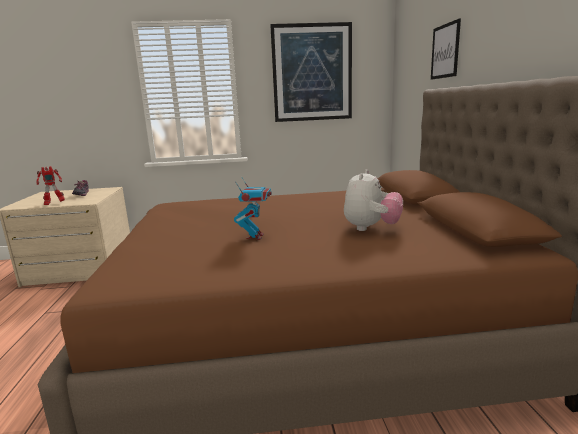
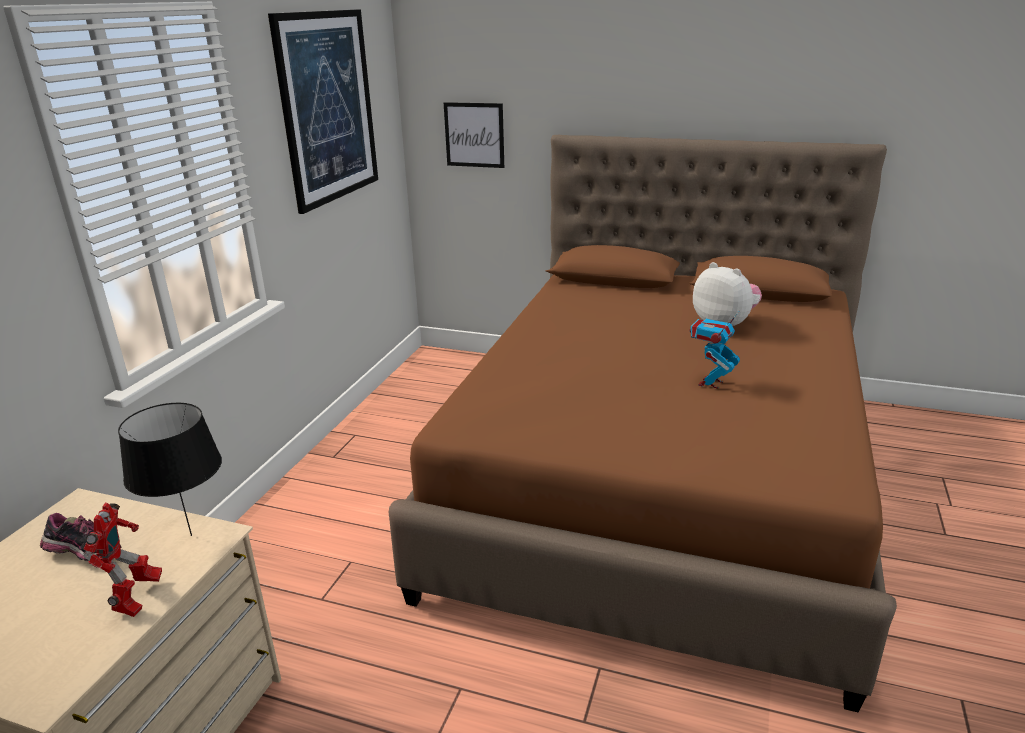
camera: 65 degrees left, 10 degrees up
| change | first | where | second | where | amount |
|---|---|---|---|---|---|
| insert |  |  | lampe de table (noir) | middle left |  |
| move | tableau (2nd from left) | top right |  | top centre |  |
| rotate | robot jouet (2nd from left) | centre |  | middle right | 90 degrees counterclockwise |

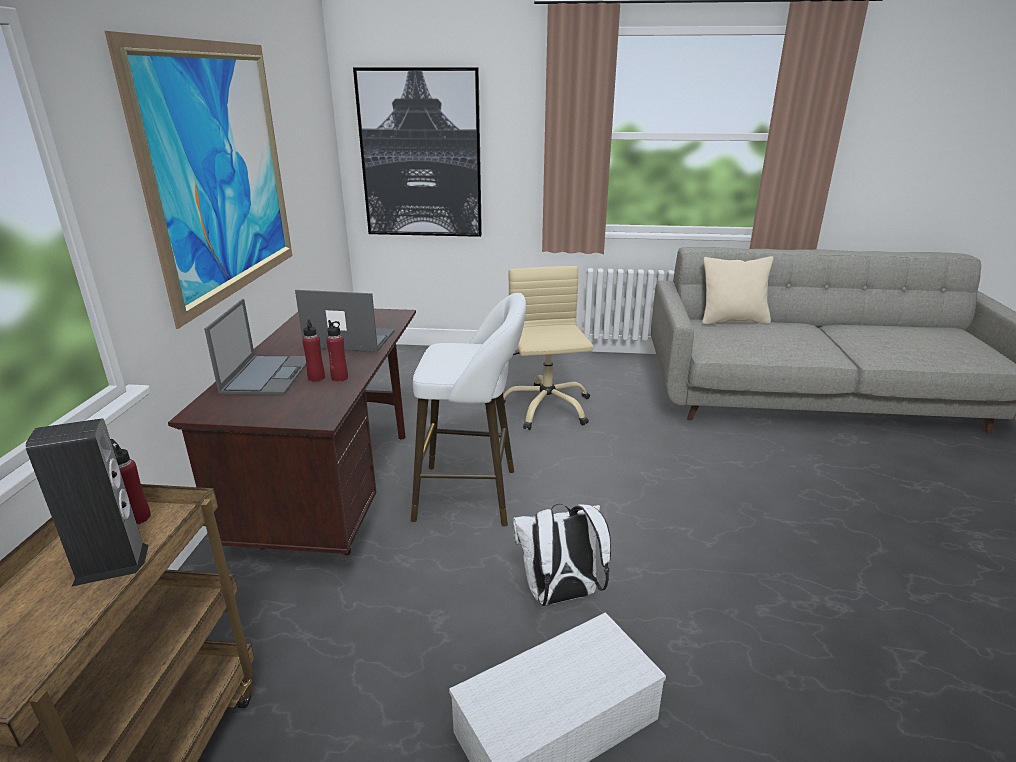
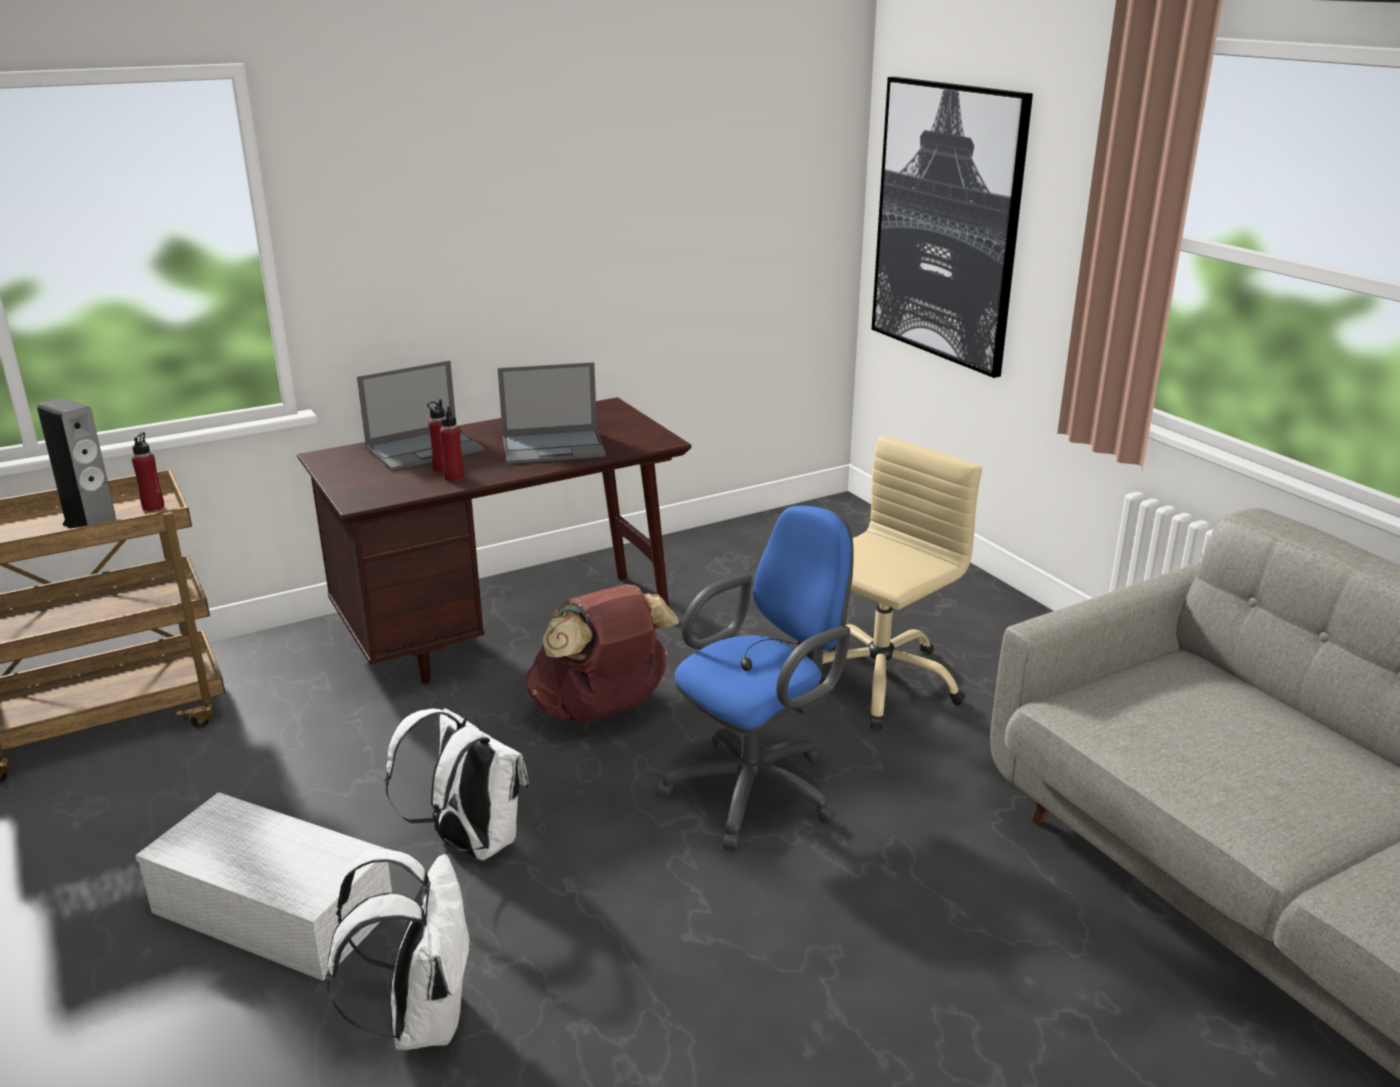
camera: 55 degrees right, 0 degrees up
| change | first | where | second | where | amount |
|---|---|---|---|---|---|
| delete | tableau (1st from left) | top left |  |  |  |
| delete | coussin (beige) | middle right |  |  |  |
| insert |  |  | sac à dos (blanc) (1st from left) | bottom left |  |
| insert |  |  | chaise de bureau (bleu) | centre |  |
| replace | tabouret (blanc) | centre | sac à dos (marron) | centre |  |
| rotate | ordinateur portable (2nd from left) | centre |  | centre | 105 degrees clockwise |

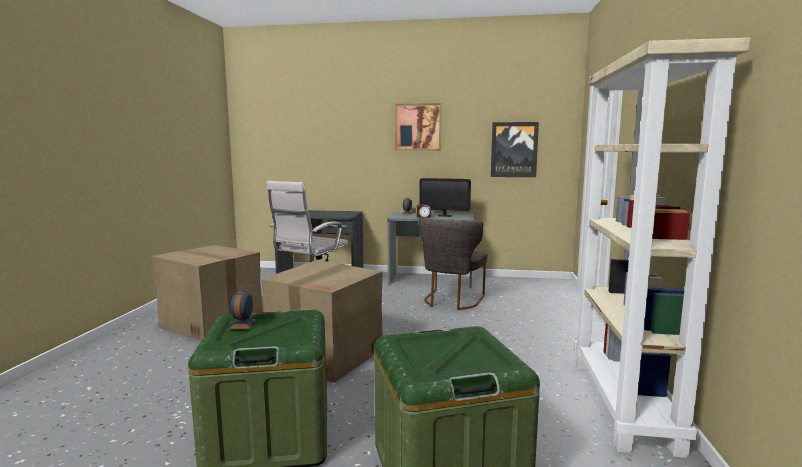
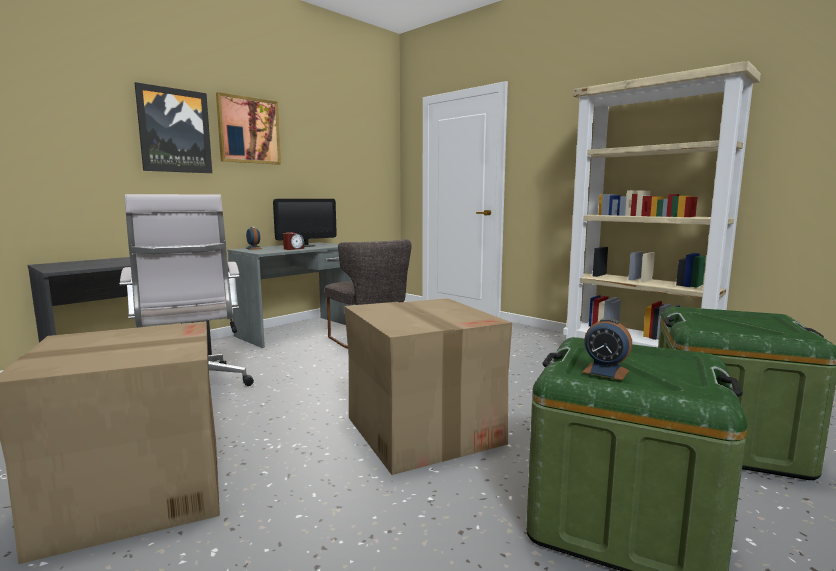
camera: 55 degrees left, 0 degrees up
| change | first | where | second | where | amount |
|---|---|---|---|---|---|
| move | tableau (2nd from left in the first image) | top centre | tableau (1st from left) | top left |  |

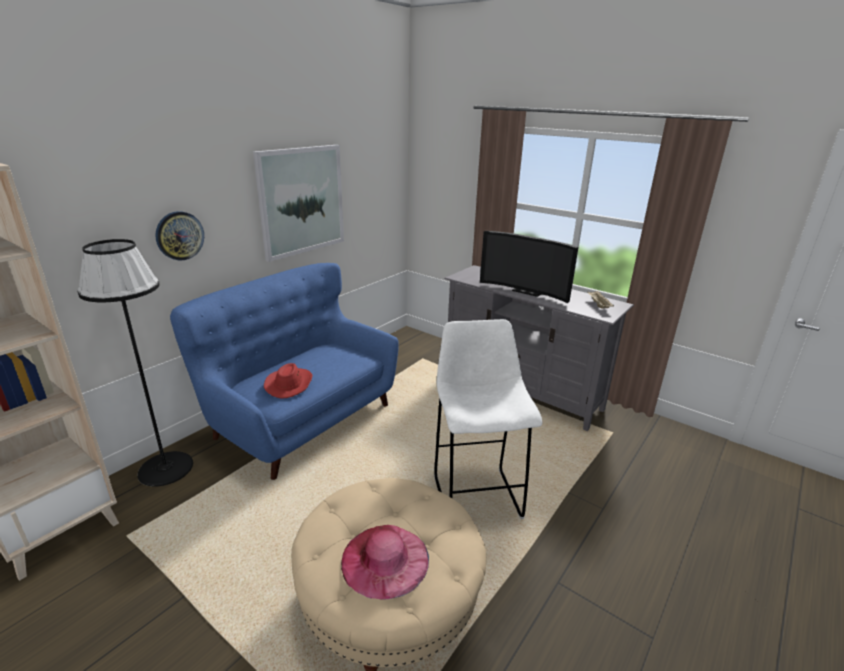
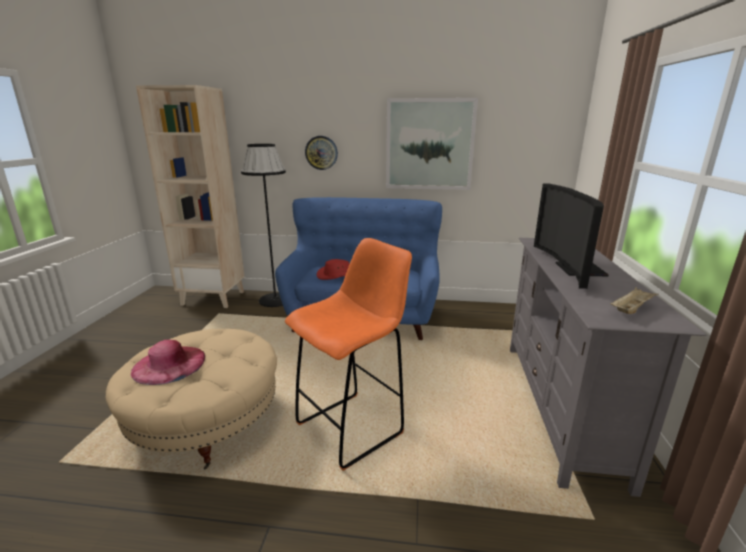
camera: 60 degrees right, 5 degrees down
| change | first | where | second | where | amount |
|---|---|---|---|---|---|
| recolor | tabouret (blanc) | centre | tabouret (orange) | centre |  |

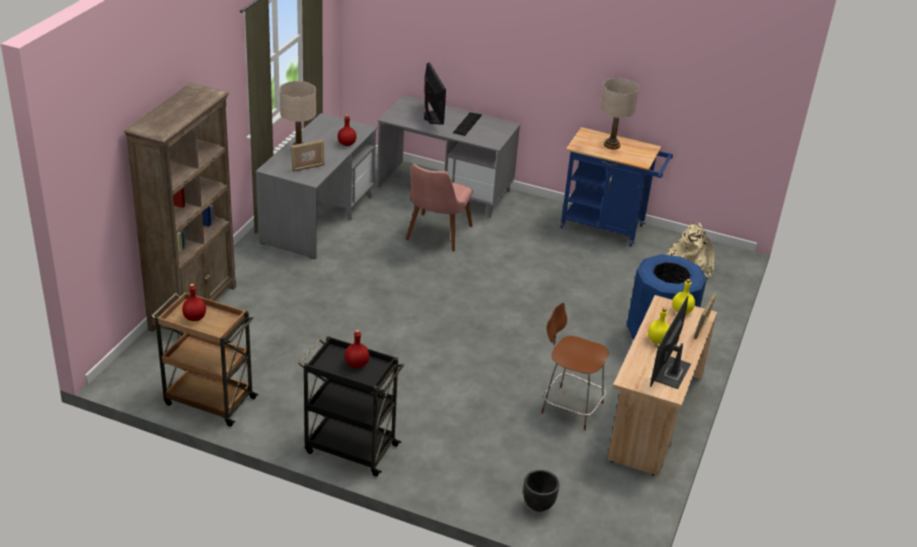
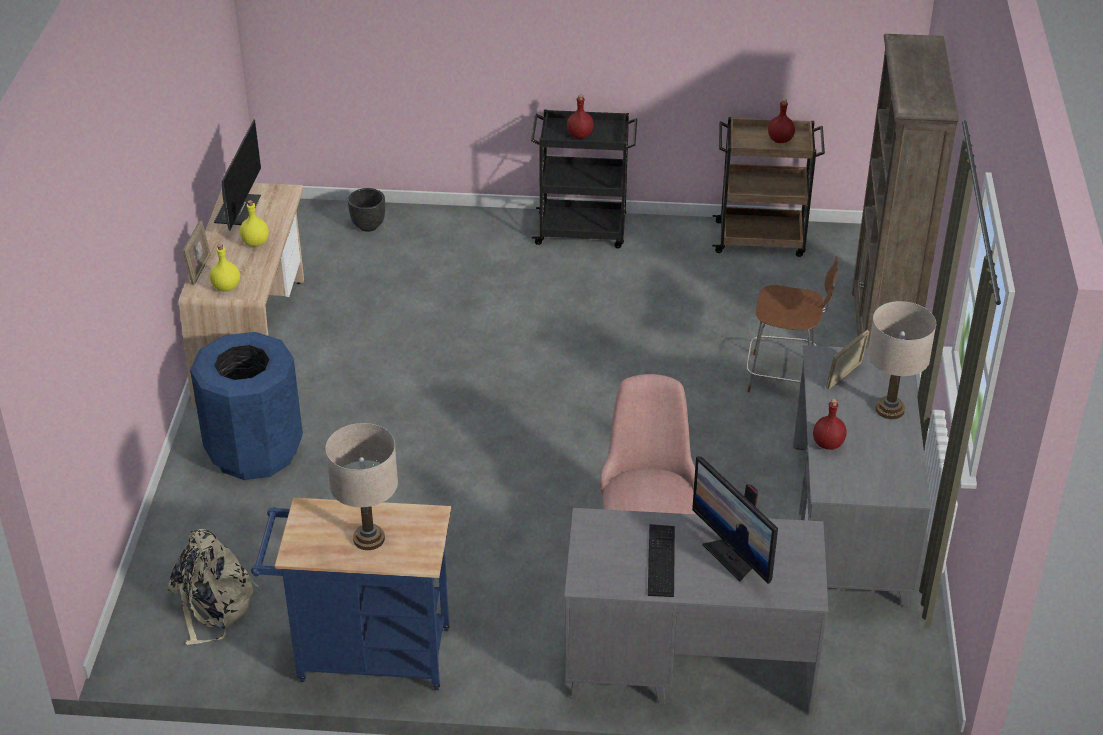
camera: 165 degrees right, 5 degrees up
| change | first | where | second | where | amount |
|---|---|---|---|---|---|
| move | tabouret (marron) | bottom centre |  | middle right |  |

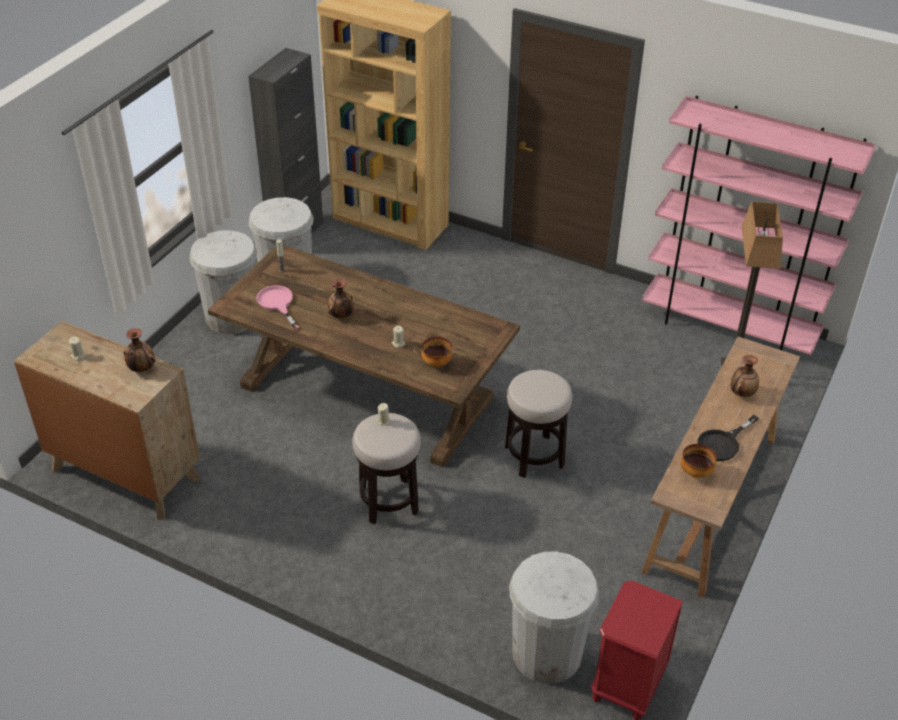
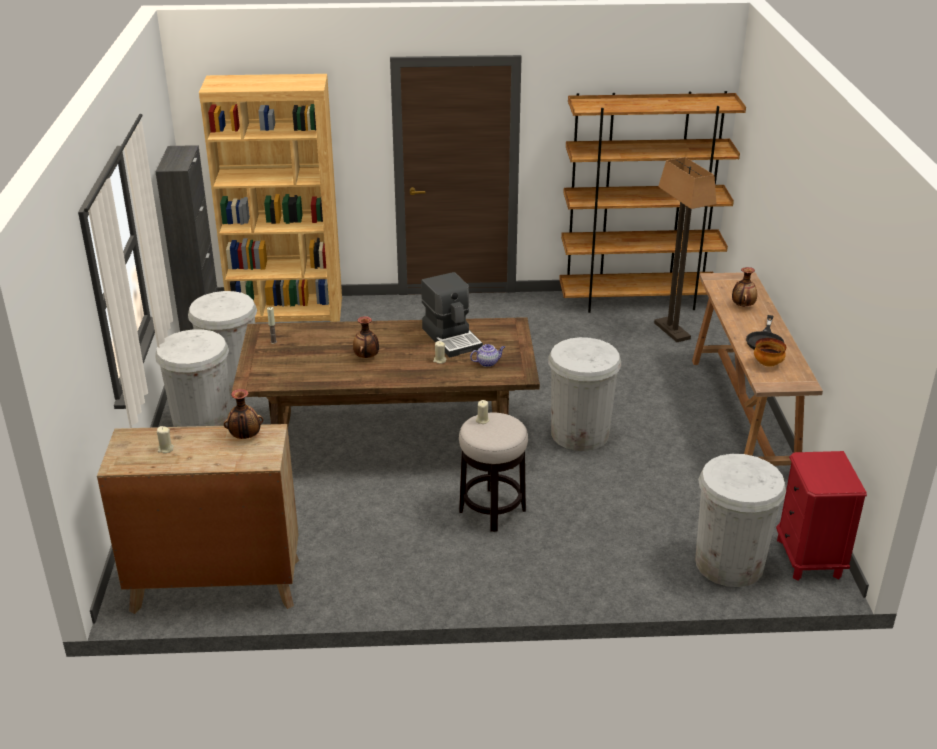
camera: 30 degrees left, 10 degrees down
| change | first | where | second | where | amount |
|---|---|---|---|---|---|
| delete | poêle (rose) | middle left |  |  |  |
| insert |  |  | machine à café | centre |  |
| replace | bol (1st from left) | centre | théière | centre |  |
| replace | tabouret (2nd from left) | centre | poubelle (blanc) (3rd from left) | centre |  |
| recolor | bibliothèque (rose) | top right | bibliothèque (marron) (2nd from left) | top right |  |

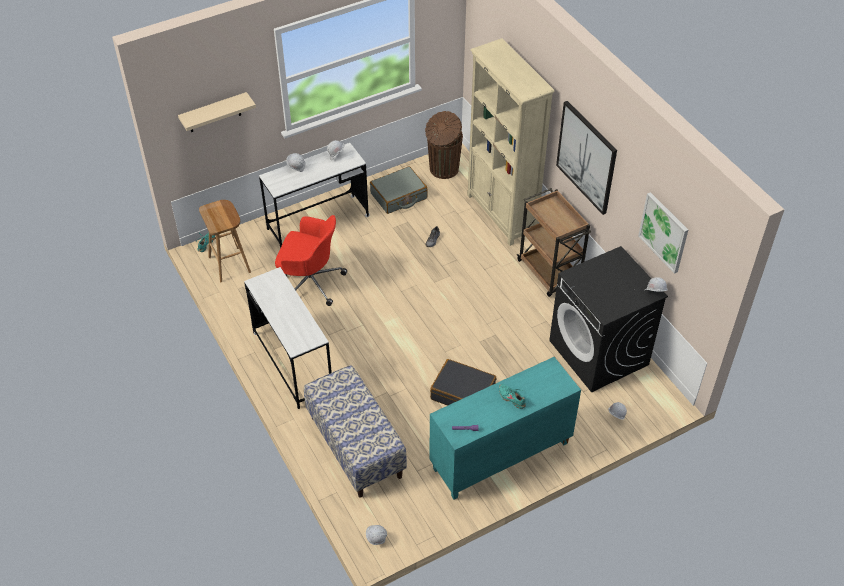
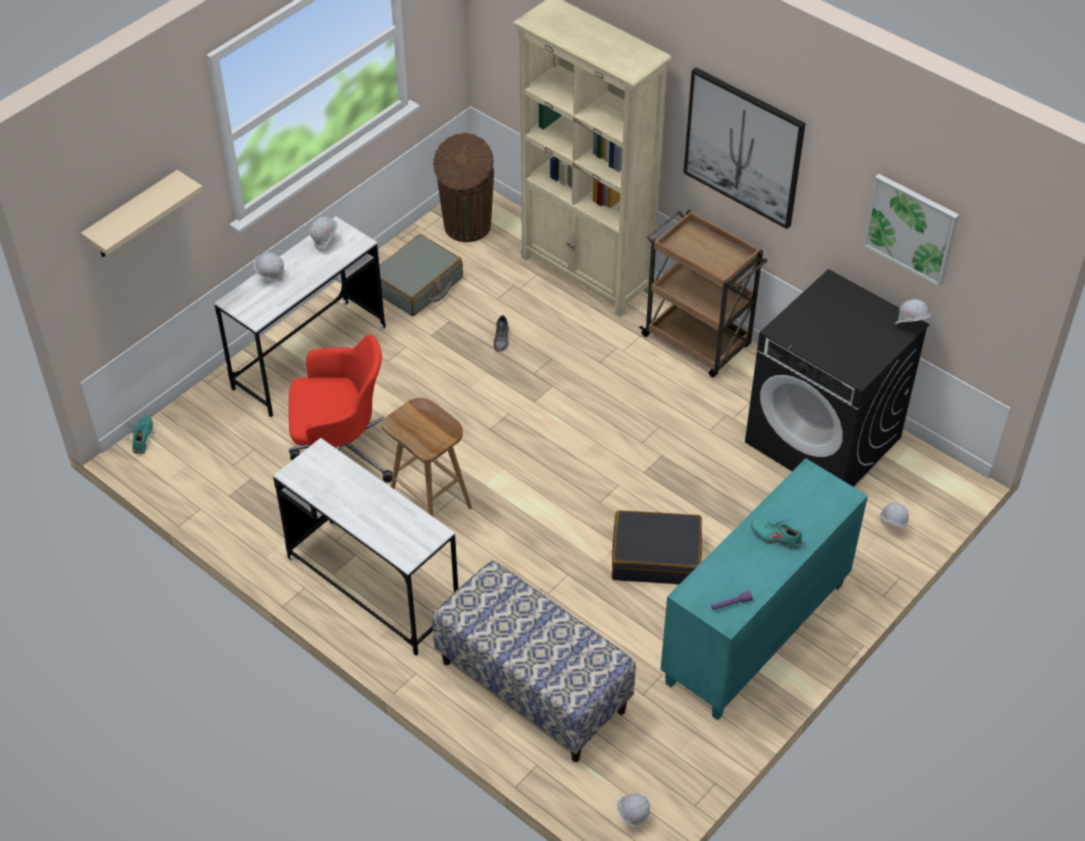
camera: 20 degrees left, 0 degrees up
| change | first | where | second | where | amount |
|---|---|---|---|---|---|
| move | tabouret (marron) | middle left |  | centre |  |

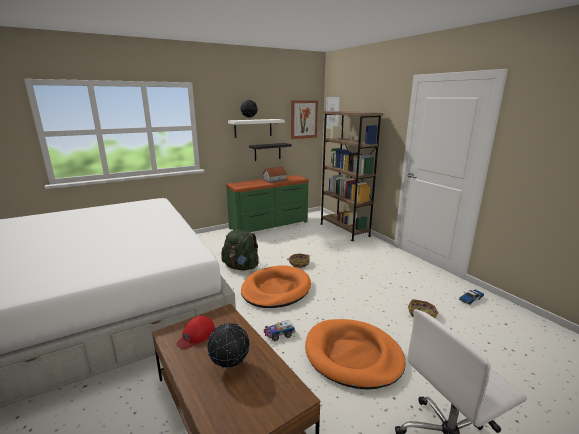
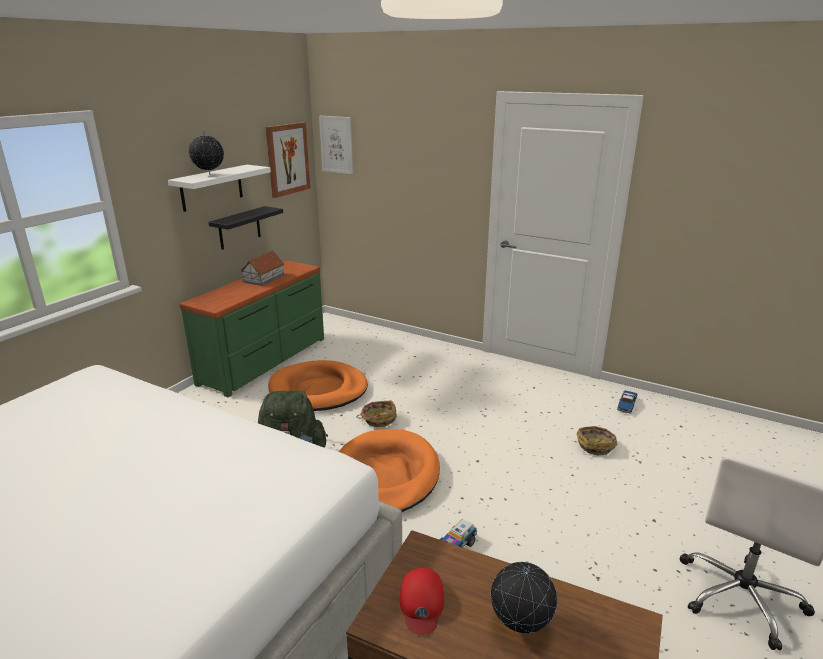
camera: 30 degrees left, 5 degrees up
| change | first | where | second | where | amount |
|---|---|---|---|---|---|
| delete | bibliothèque (marron) | centre |  |  |  |
| move | panier pour chien (orange) (2nd from left in the first image) | bottom centre | panier pour chien (orange) (1st from left) | centre |  |

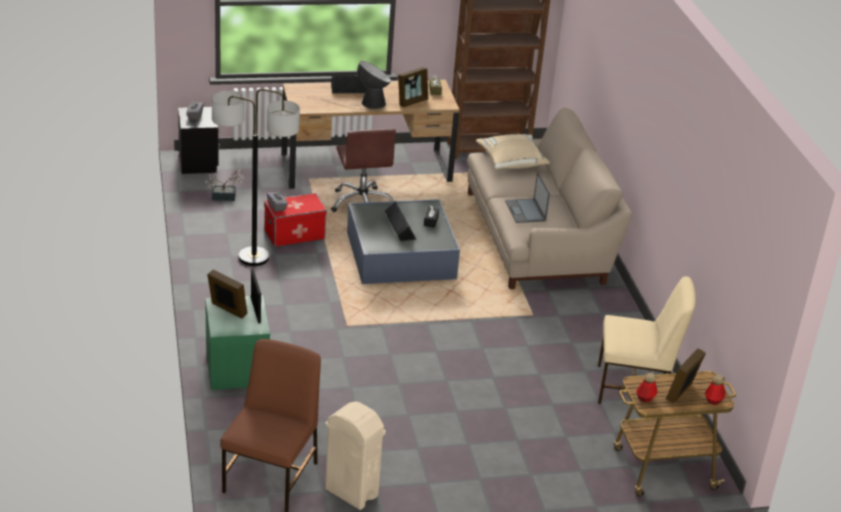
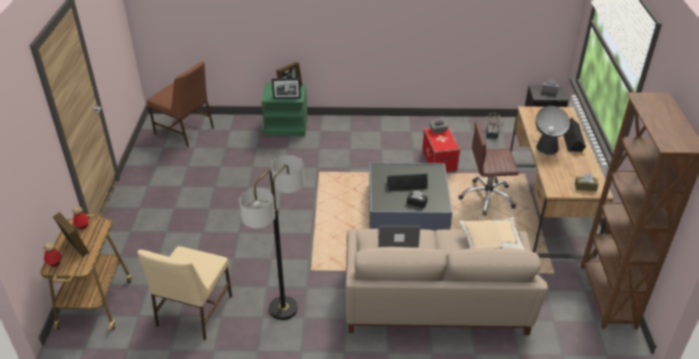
camera: 105 degrees right, 5 degrees up
| change | first | where | second | where | amount |
|---|---|---|---|---|---|
| delete | poubelle (beige) | bottom centre |  |  |  |
| delete | cadre photo (3rd from left) | top centre |  |  |  |
| move | lampadaire | middle left |  | centre |  |

